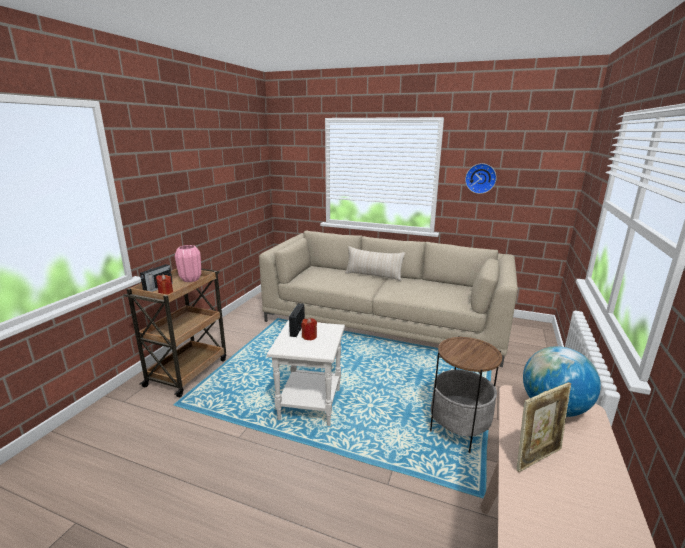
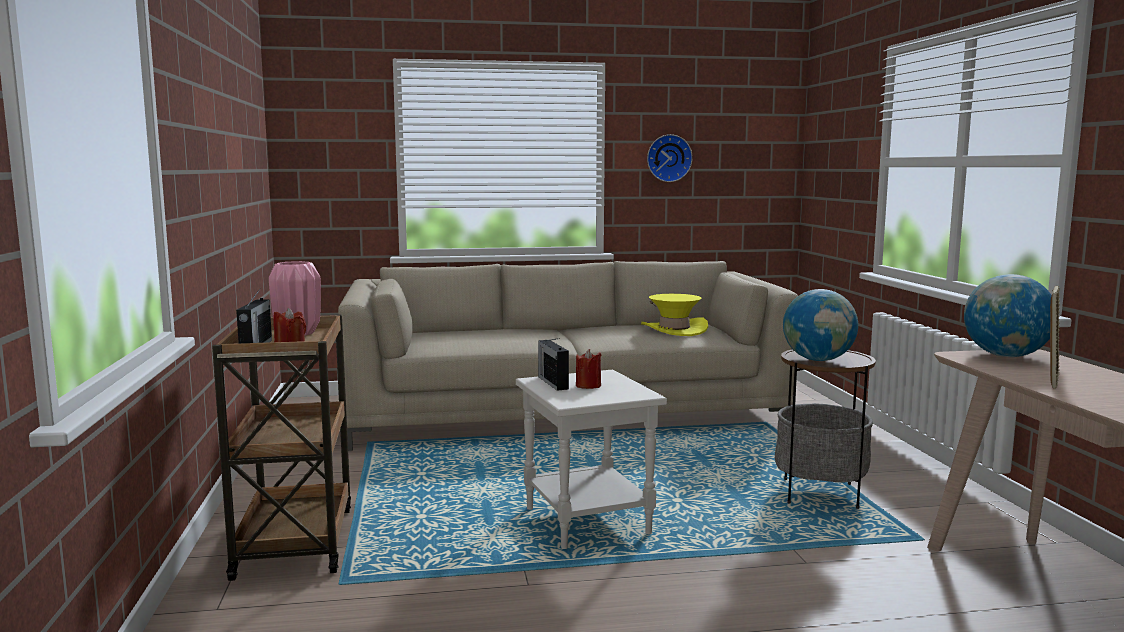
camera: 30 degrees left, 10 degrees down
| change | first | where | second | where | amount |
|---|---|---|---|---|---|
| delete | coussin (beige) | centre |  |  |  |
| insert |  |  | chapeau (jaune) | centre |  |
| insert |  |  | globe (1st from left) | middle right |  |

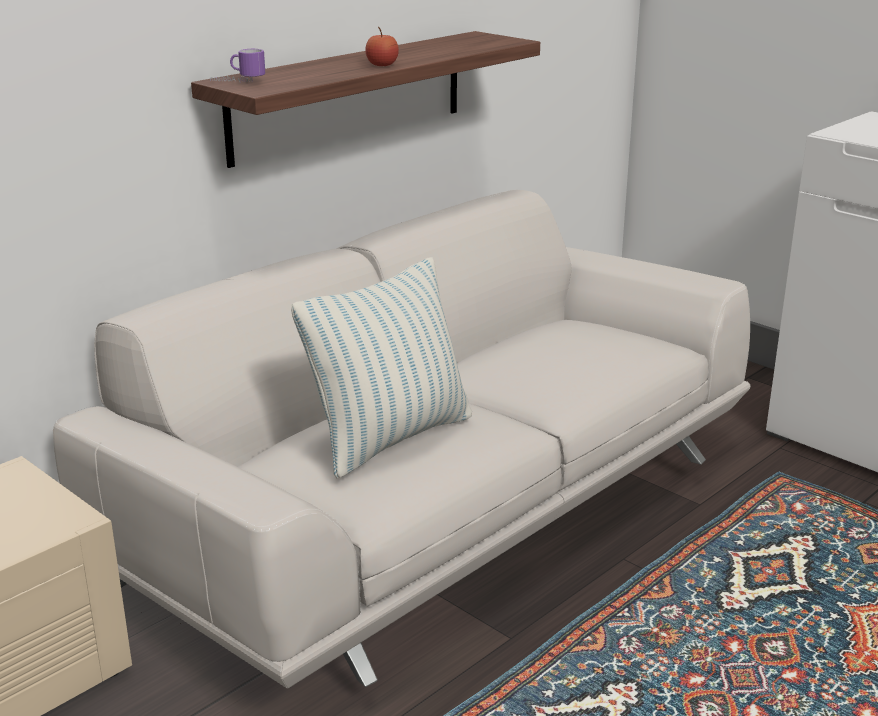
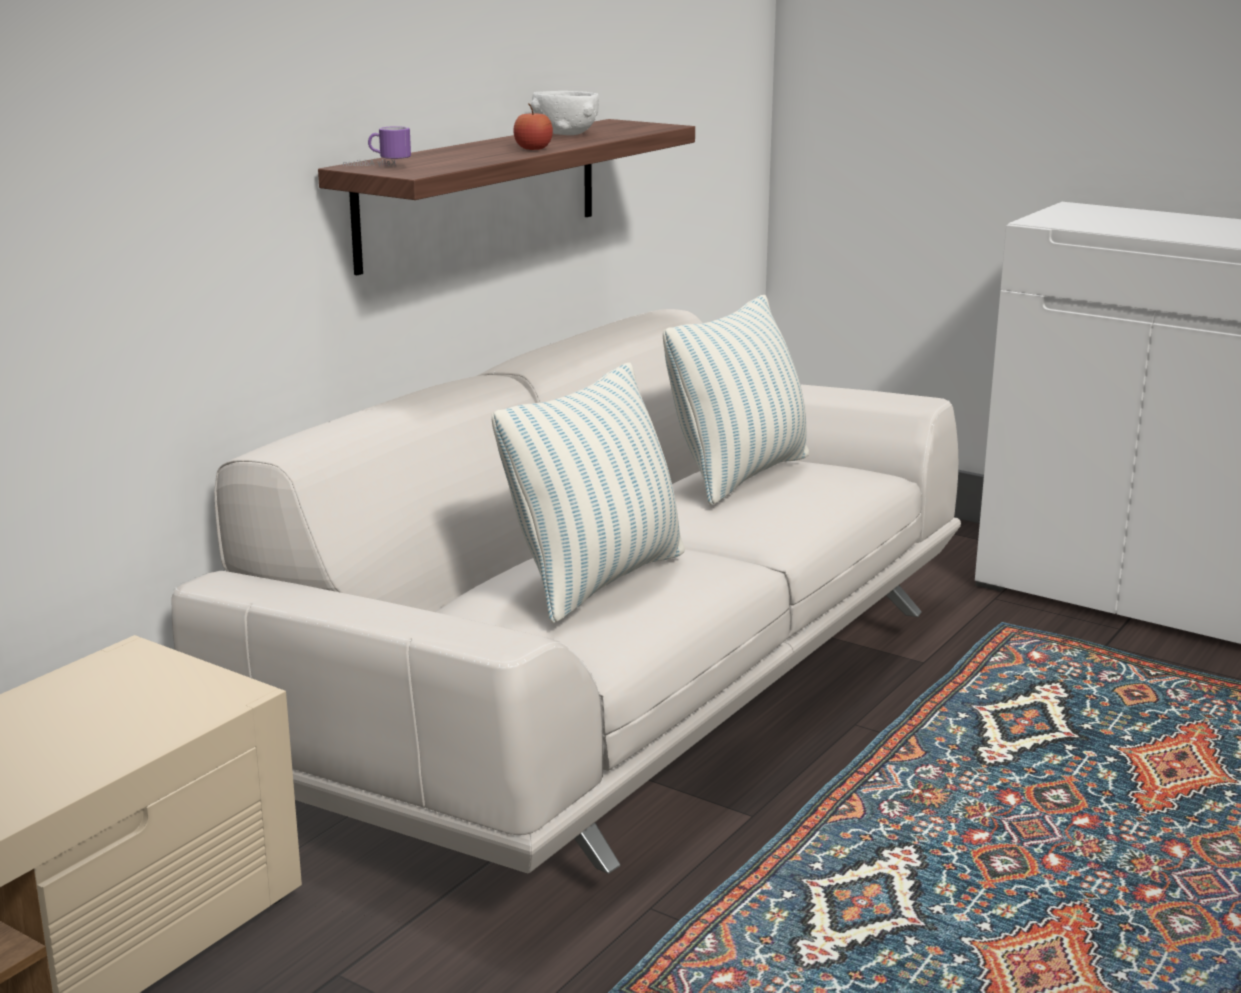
camera: 10 degrees left, 5 degrees down
| change | first | where | second | where | amount |
|---|---|---|---|---|---|
| insert |  |  | bol (blanc) | top centre |  |
| insert |  |  | coussin (2nd from left) | centre |  |

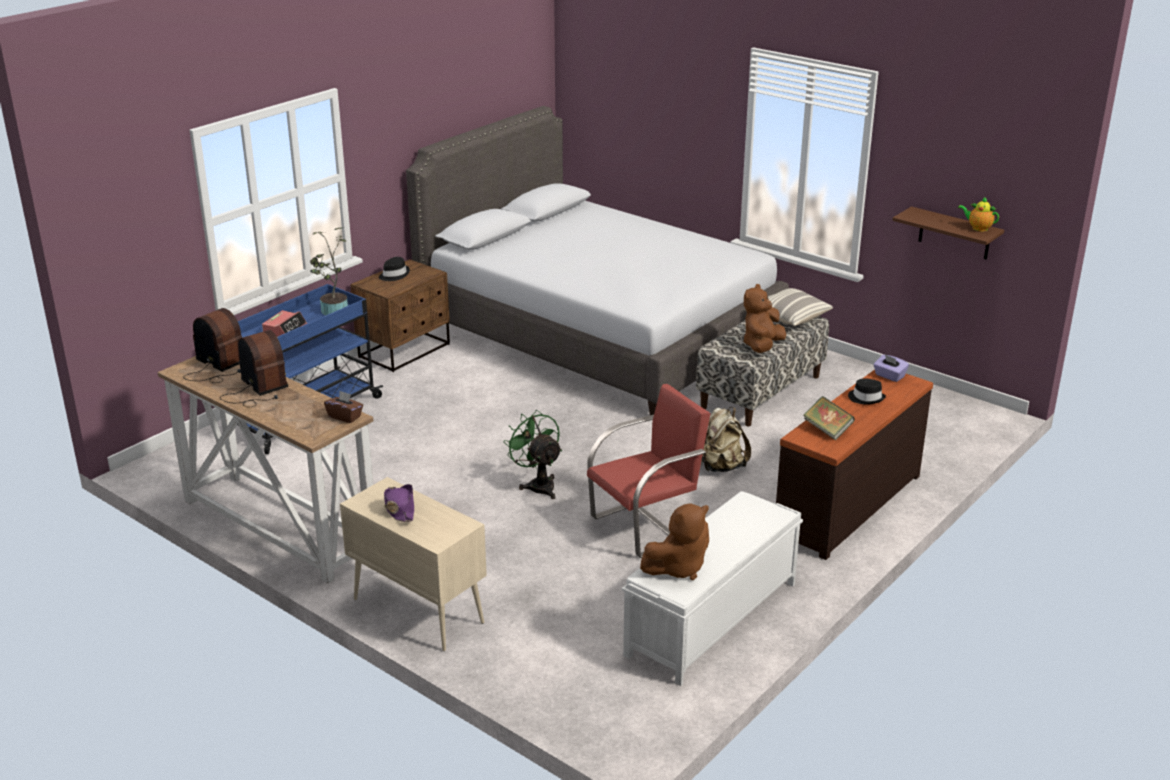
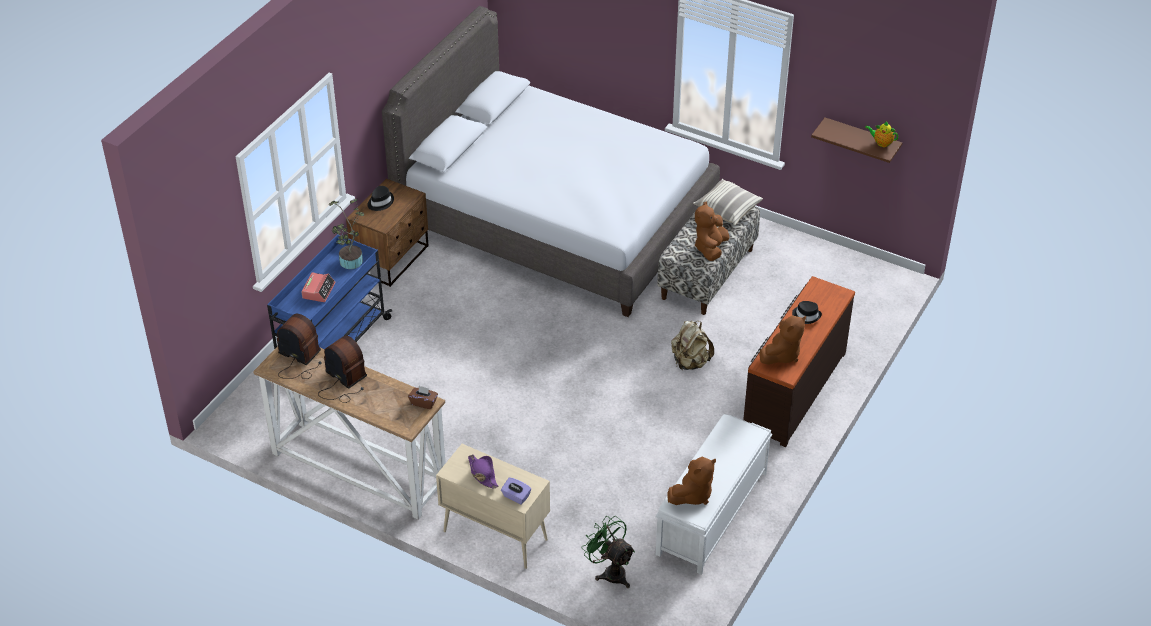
camera: 10 degrees left, 15 degrees up
| change | first | where | second | where | amount |
|---|---|---|---|---|---|
| delete | chaise (rouge) | centre |  |  |  |
| move | ventilateur (vert) | centre |  | bottom centre |  |
| move | boîte à mouchoirs (violet) | middle right |  | bottom centre |  |
| replace | livre | middle right | peluche (marron) (3rd from left) | middle right |  |

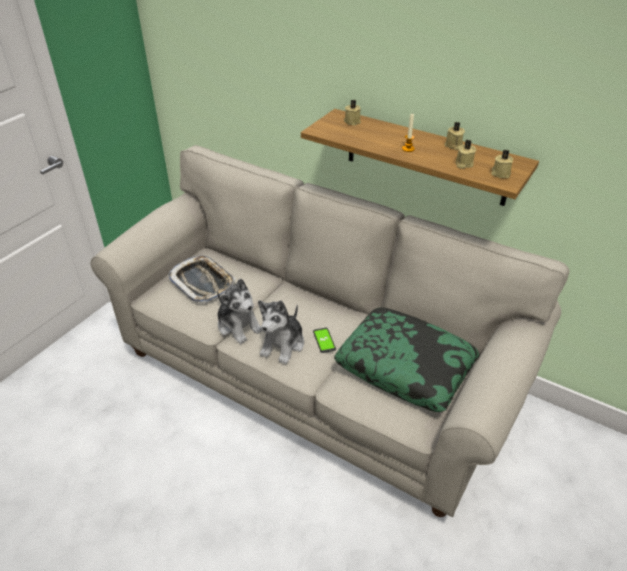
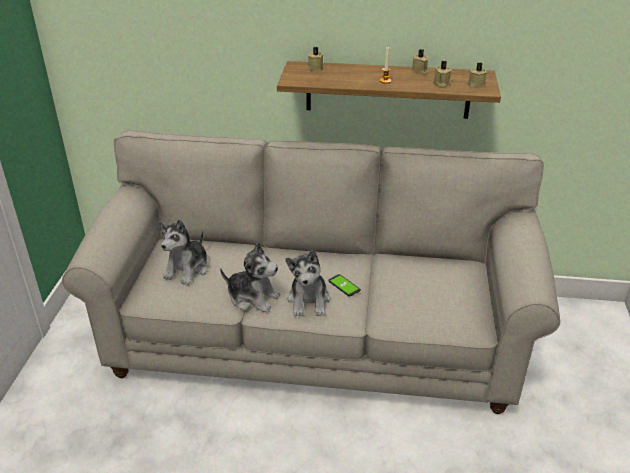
camera: 25 degrees left, 5 degrees down
| change | first | where | second | where | amount |
|---|---|---|---|---|---|
| delete | coussin | centre |  |  |  |
| replace | plateau | middle left | peluche (1st from left) | middle left |  |

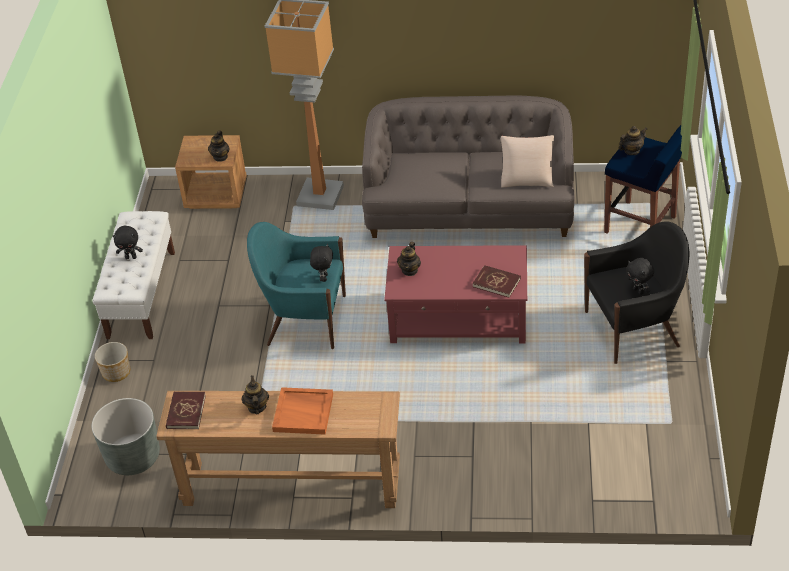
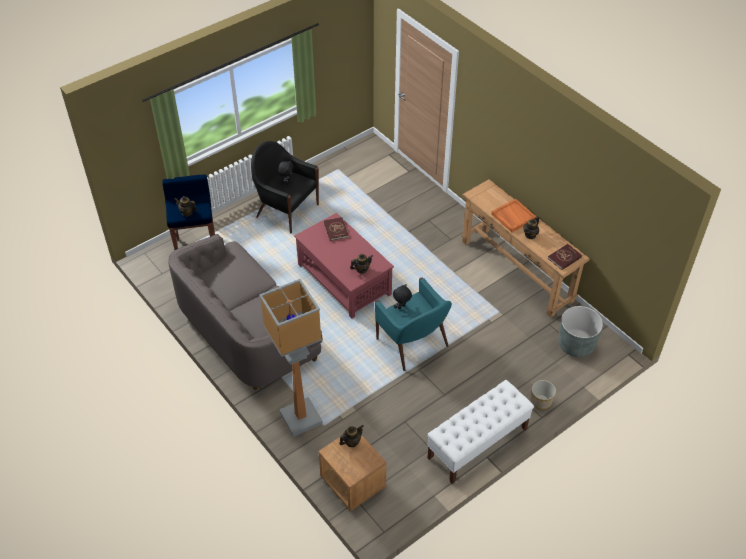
camera: 135 degrees left, 5 degrees up
| change | first | where | second | where | amount |
|---|---|---|---|---|---|
| delete | peluche (noir) (1st from left) | middle left |  |  |  |
| delete | coussin (beige) | top right |  |  |  |

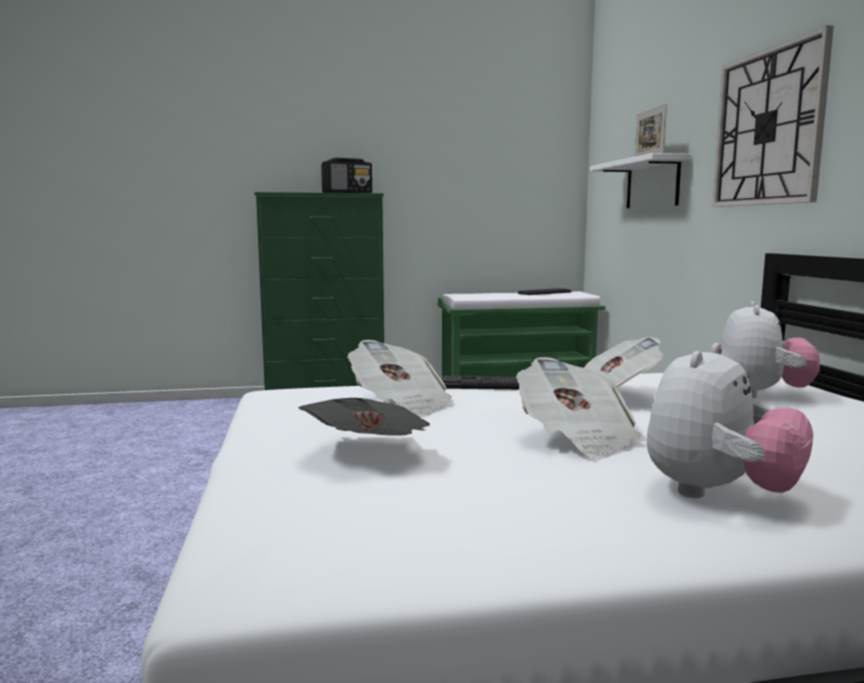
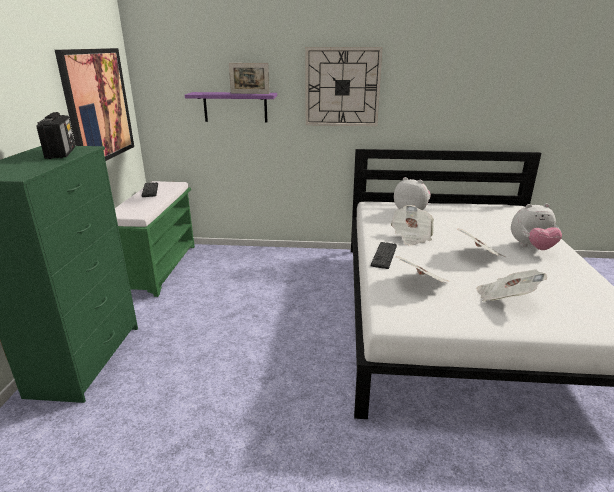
camera: 75 degrees left, 15 degrees up
| change | first | where | second | where | amount |
|---|---|---|---|---|---|
| insert |  |  | tableau | top left |  |
| recolor | étagère (blanc) | top right | étagère (violet) | top centre |  |
| rotate | peluche (1st from left in the first image) | middle right | peluche (2nd from left) | middle right | 120 degrees clockwise |

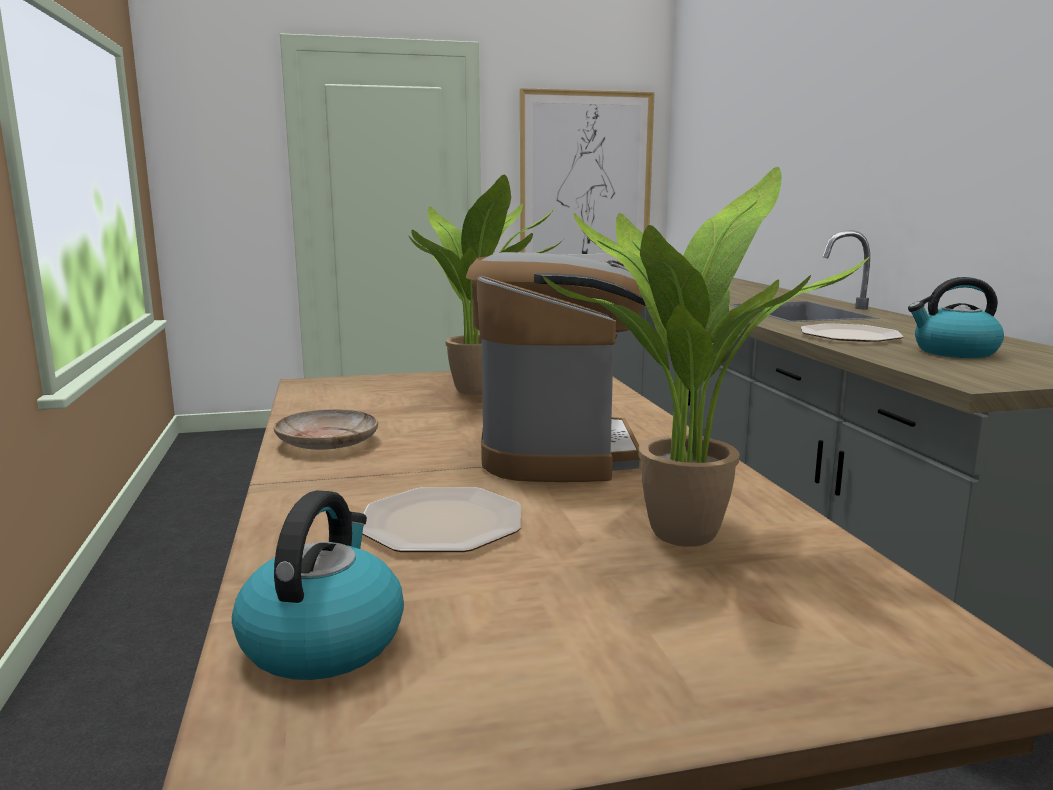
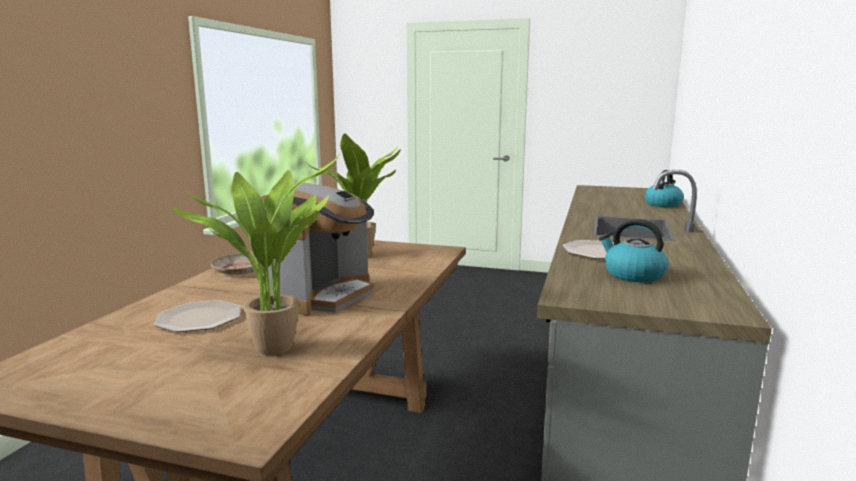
camera: 30 degrees right, 0 degrees up
| change | first | where | second | where | amount |
|---|---|---|---|---|---|
| delete | tableau | top centre |  |  |  |
| move | bouilloire (1st from left in the first image) | bottom left | bouilloire (2nd from left) | middle right |  |

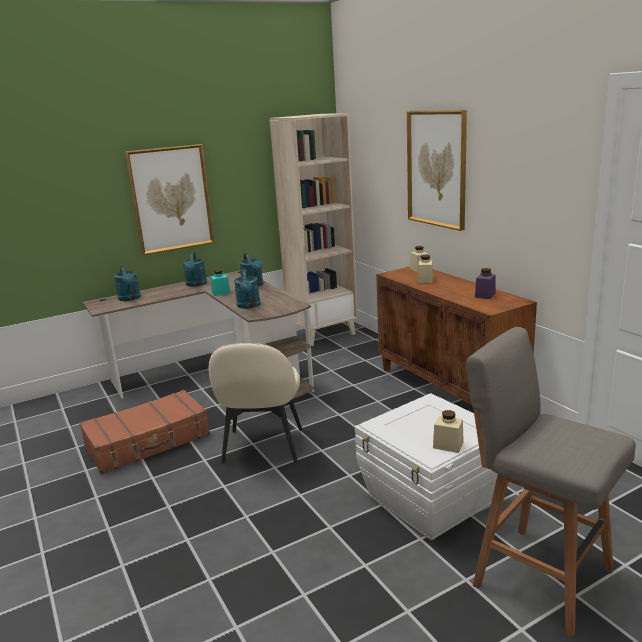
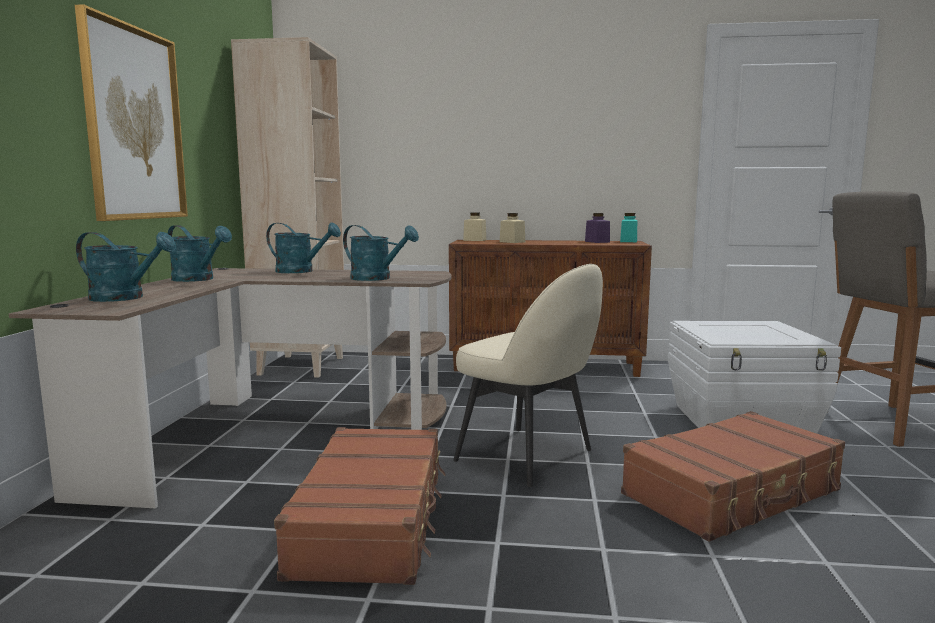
camera: 55 degrees left, 10 degrees down
| change | first | where | second | where | amount |
|---|---|---|---|---|---|
| delete | tableau (2nd from left) | top right |  |  |  |
| delete | bocal (beige) (3rd from left) | bottom right |  |  |  |
| insert |  |  | valise (marron) (2nd from left) | bottom right |  |
| move | bocal (turquoise) | centre |  | middle right |  |

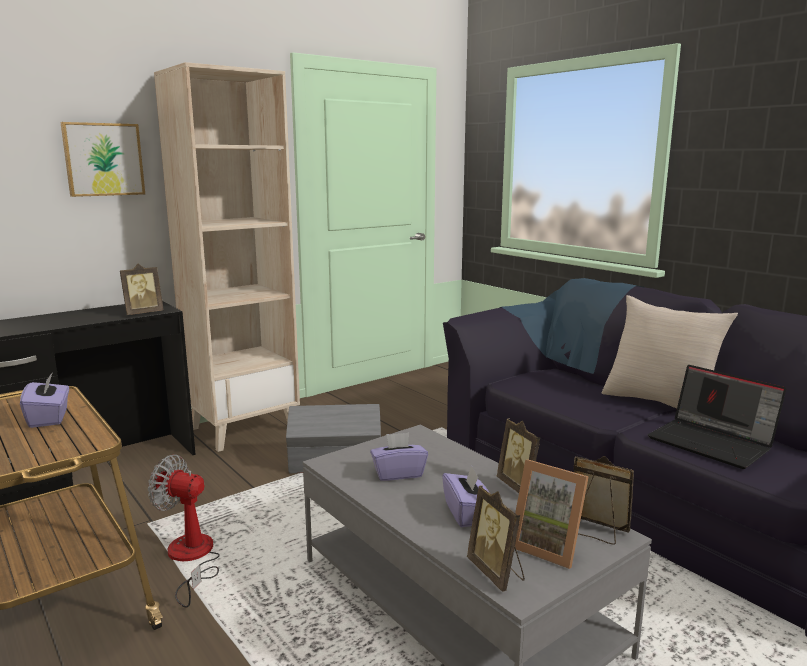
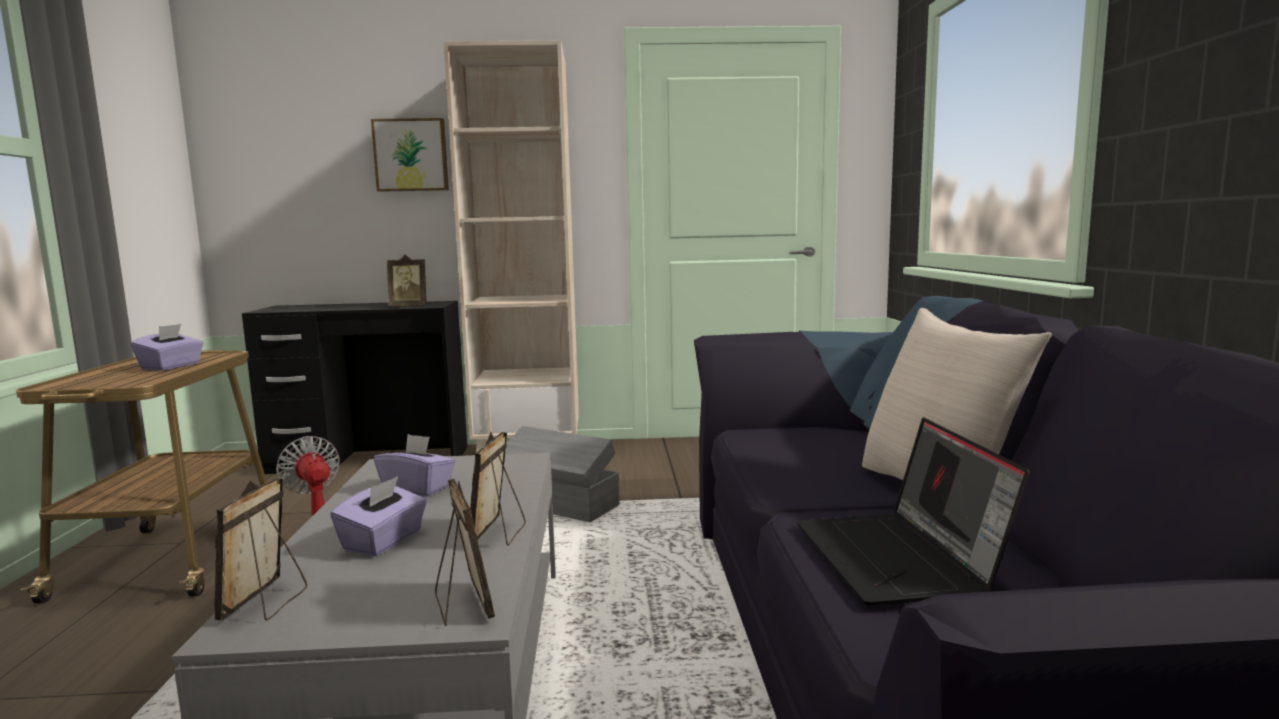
camera: 35 degrees right, 5 degrees down
| change | first | where | second | where | amount |
|---|---|---|---|---|---|
| delete | cadre photo (4th from left) | bottom right |  |  |  |

